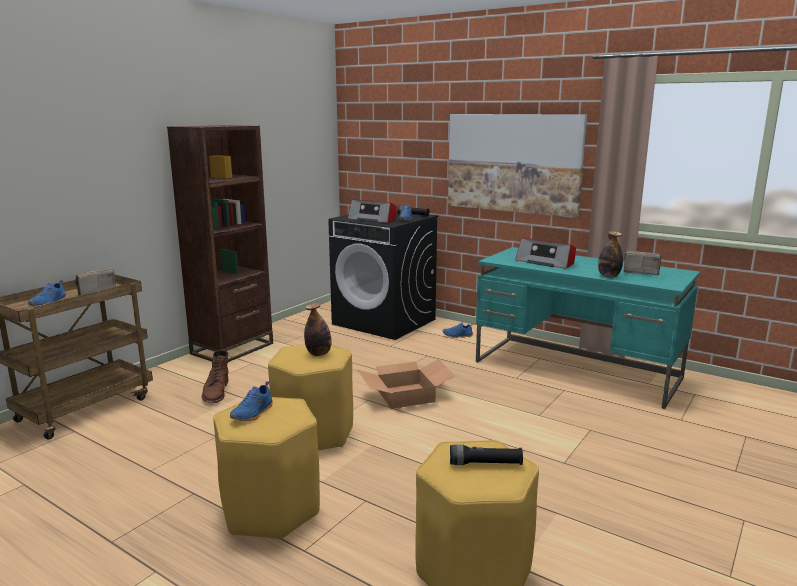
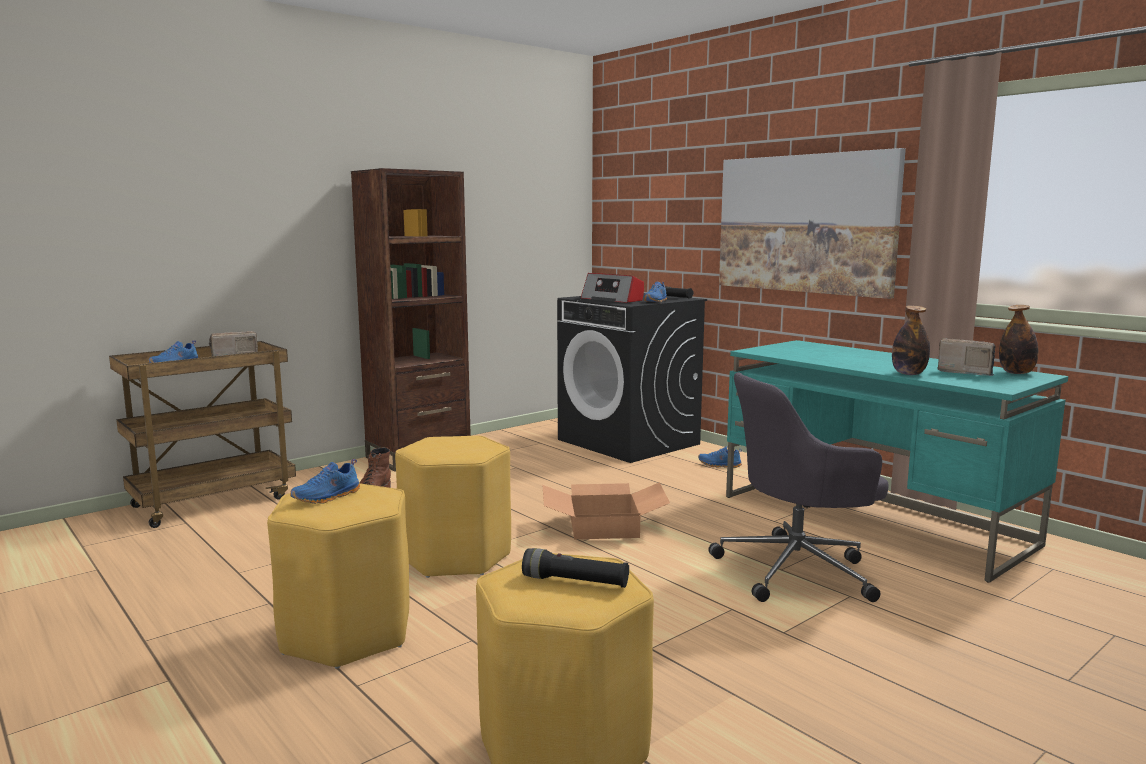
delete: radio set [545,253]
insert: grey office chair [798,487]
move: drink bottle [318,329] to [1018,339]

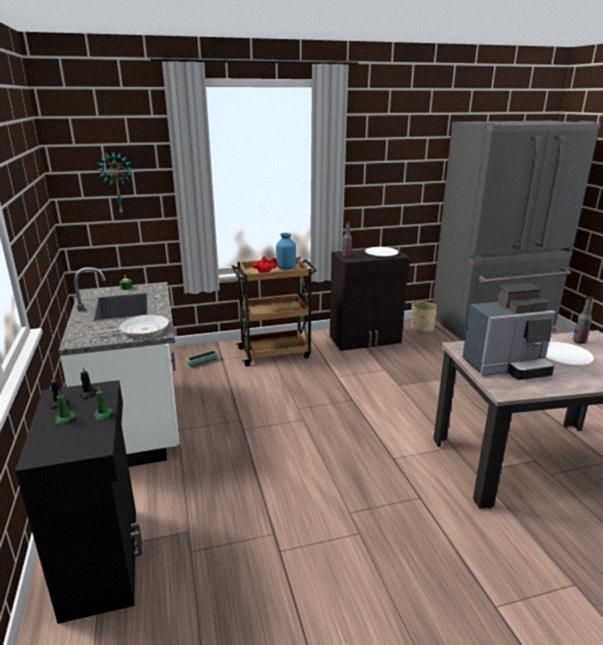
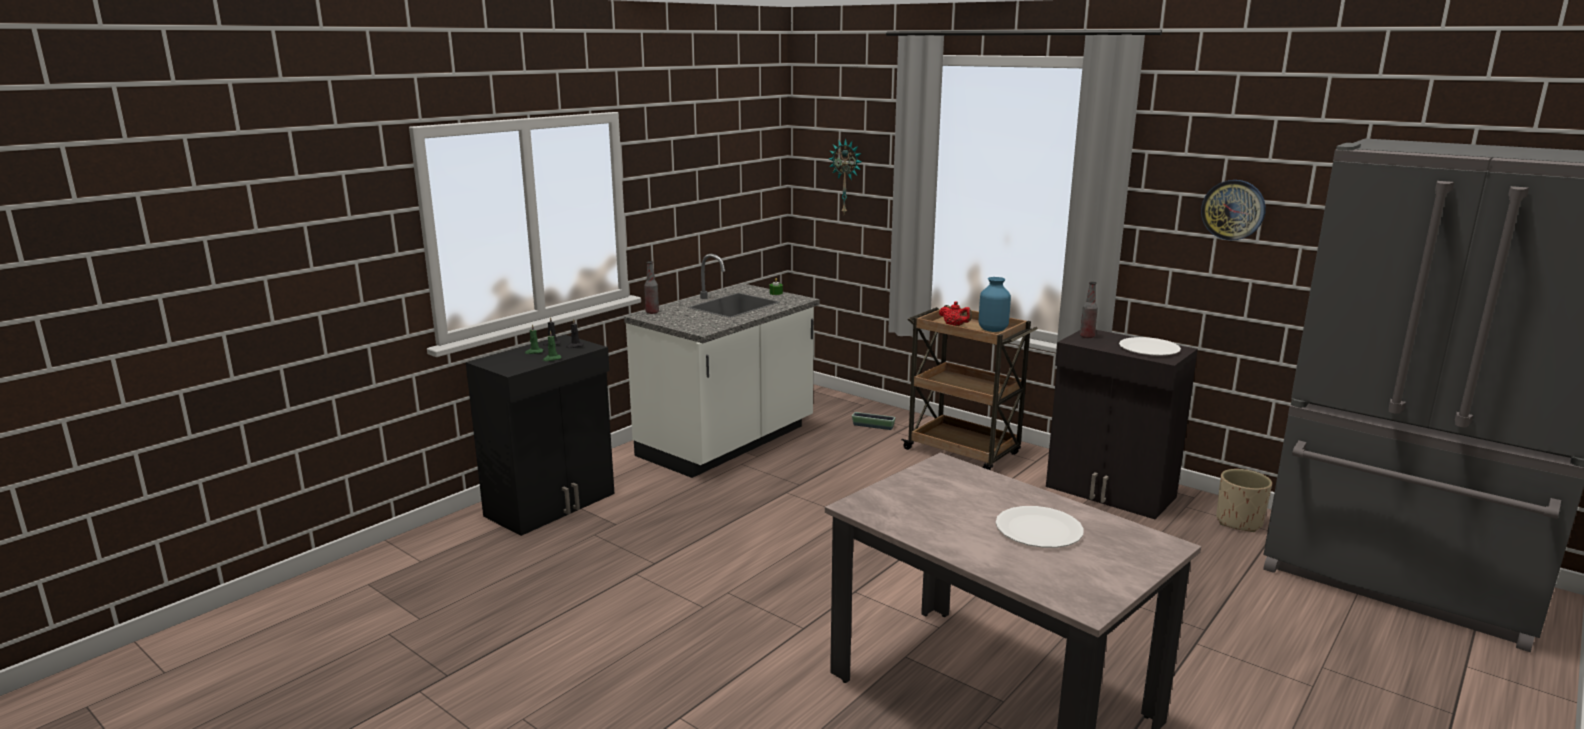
delete: frying pan [130,326]; coffee maker [508,331]
insert: clock on the wall [1233,210]
move: drink bottle [583,320] to [651,287]

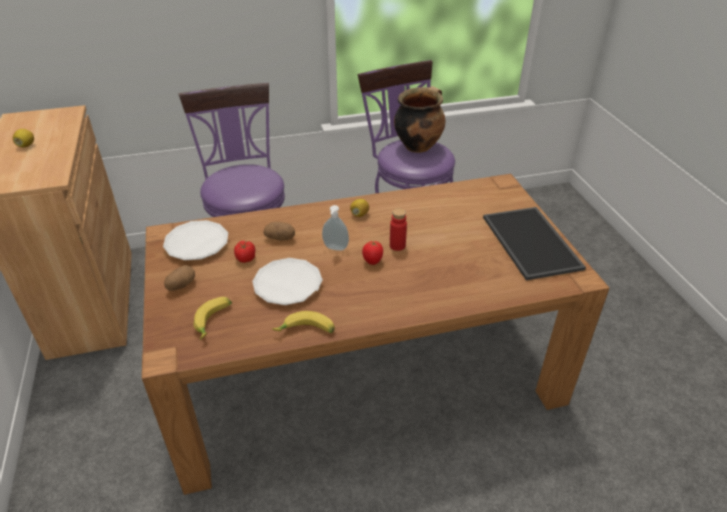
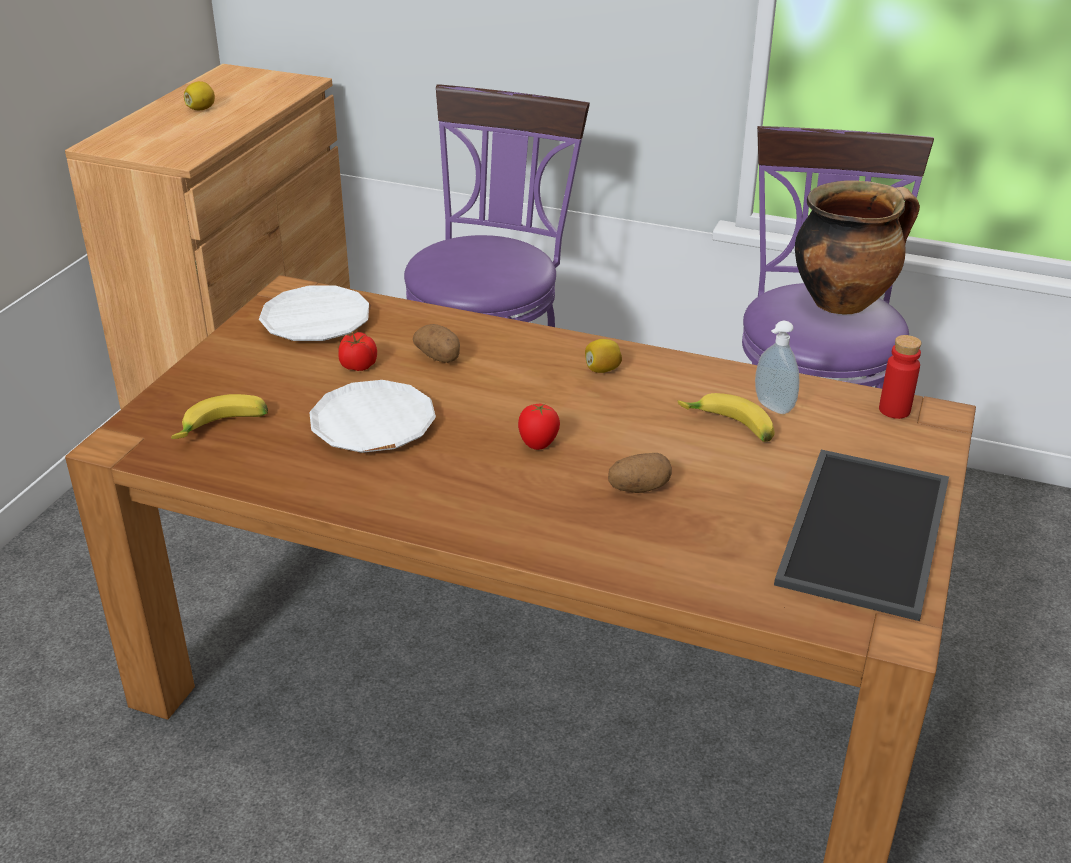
move: potato [179,278] to [640,473]; whole banana [303,322] to [726,417]; soap dispenser [335,228] to [777,367]; reddish drink bottle [398,229] to [900,377]

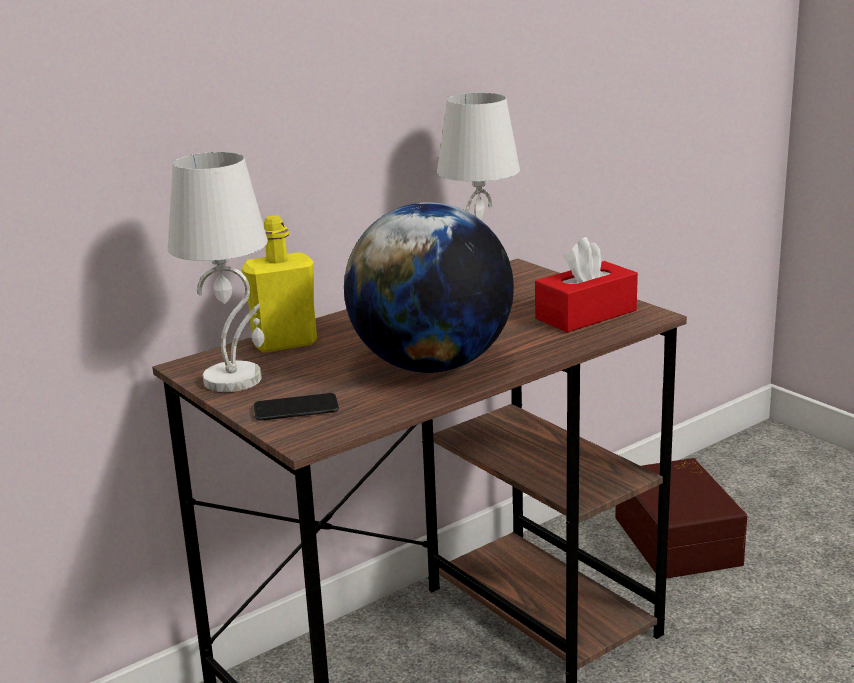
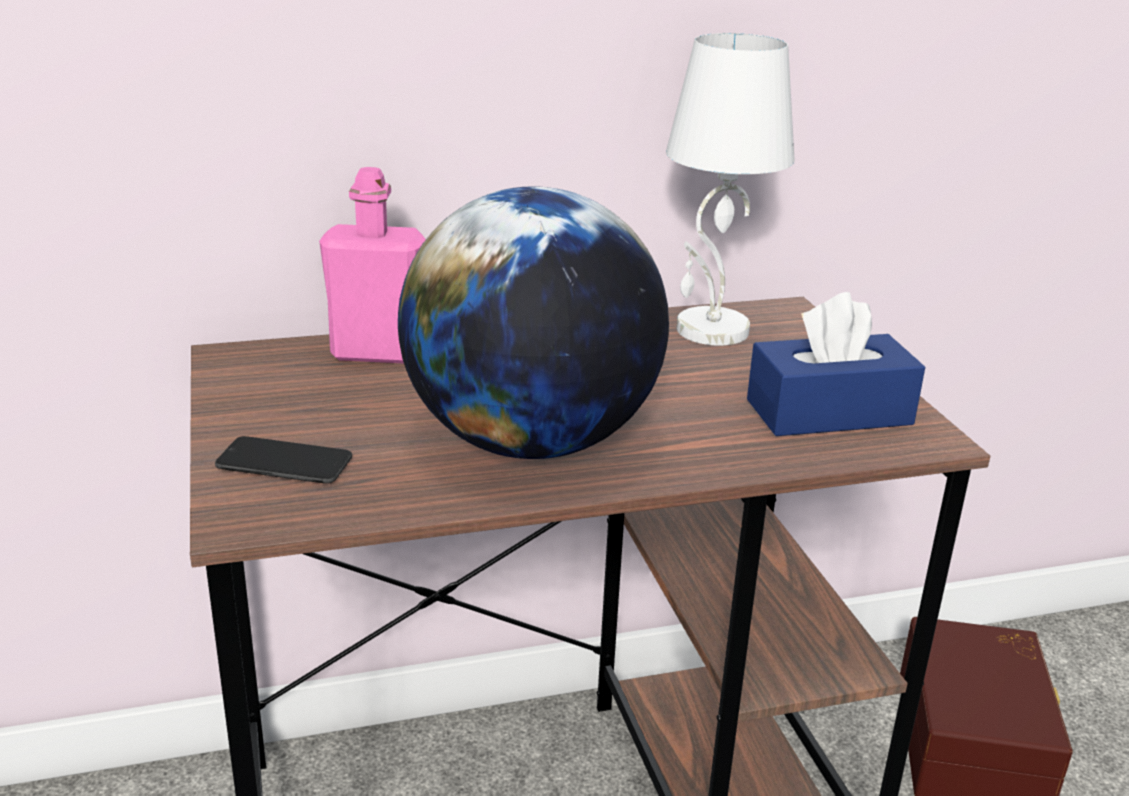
delete: white lamp for a table [218,272]
recolor: yellowish drink bottle [279,284] to pink-coloured drink bottle [372,265]; reddish box of tissues [586,284] to bluish box of tissues [836,364]

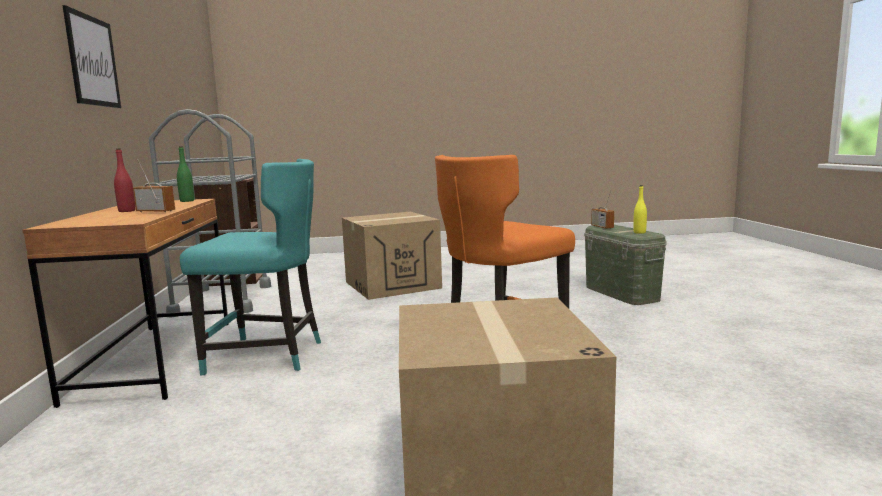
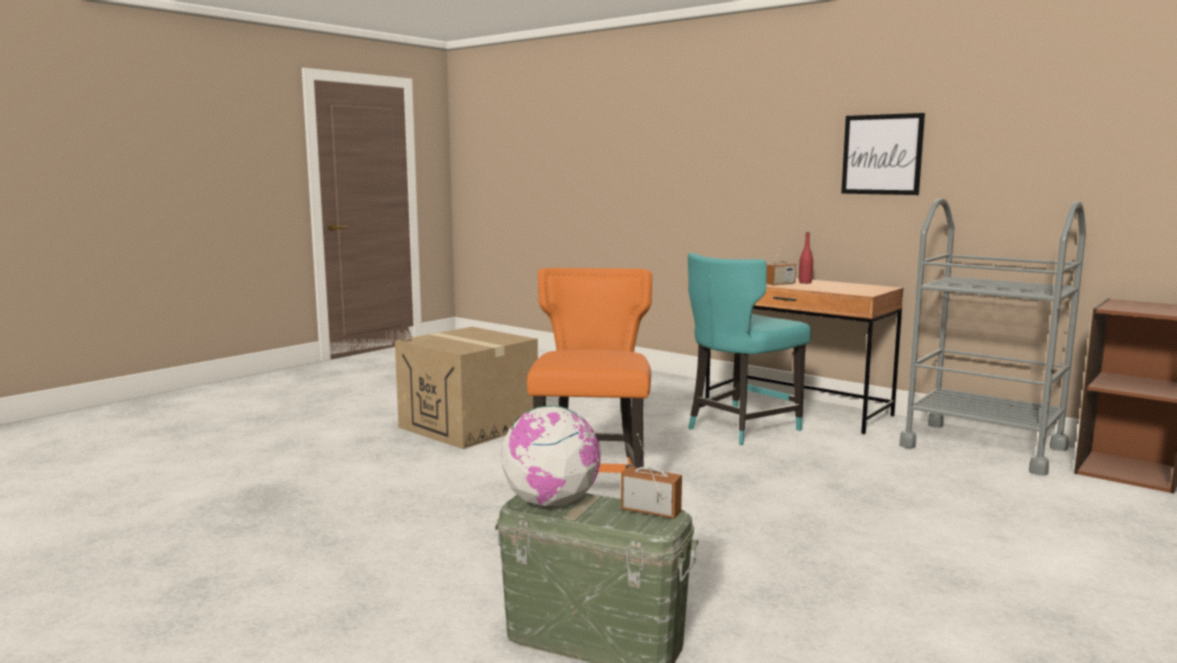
delete: green drink bottle [185,174]; carton [392,256]
replace: yellowish drink bottle [640,209] to world globe [551,456]

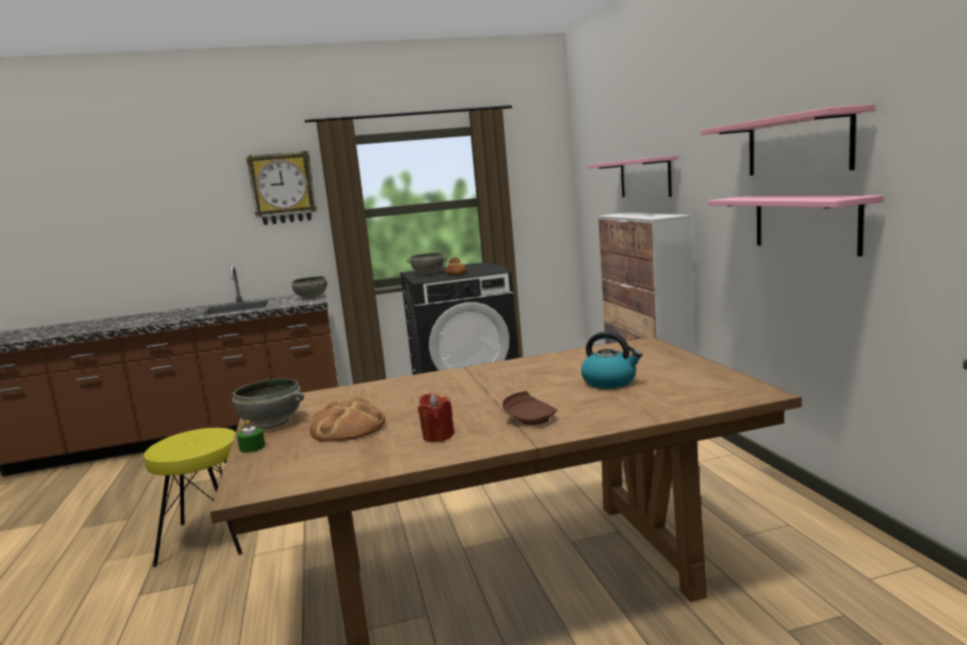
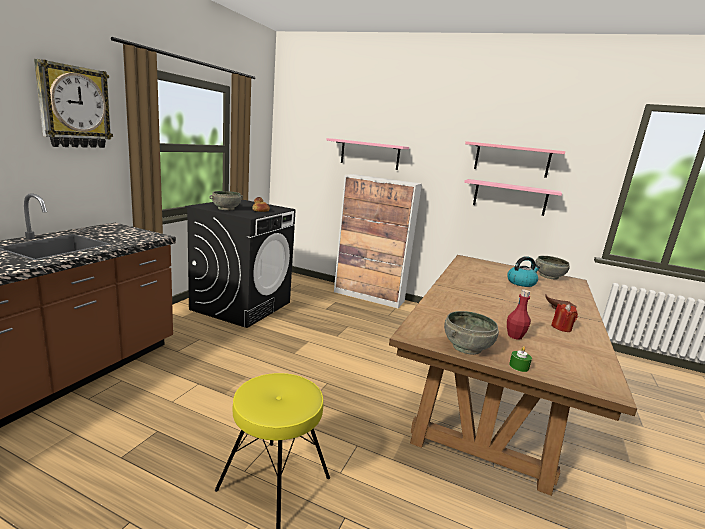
move: grey deep dish [309,288] to [552,267]
replace: bread [347,419] to reddish drink bottle [519,315]

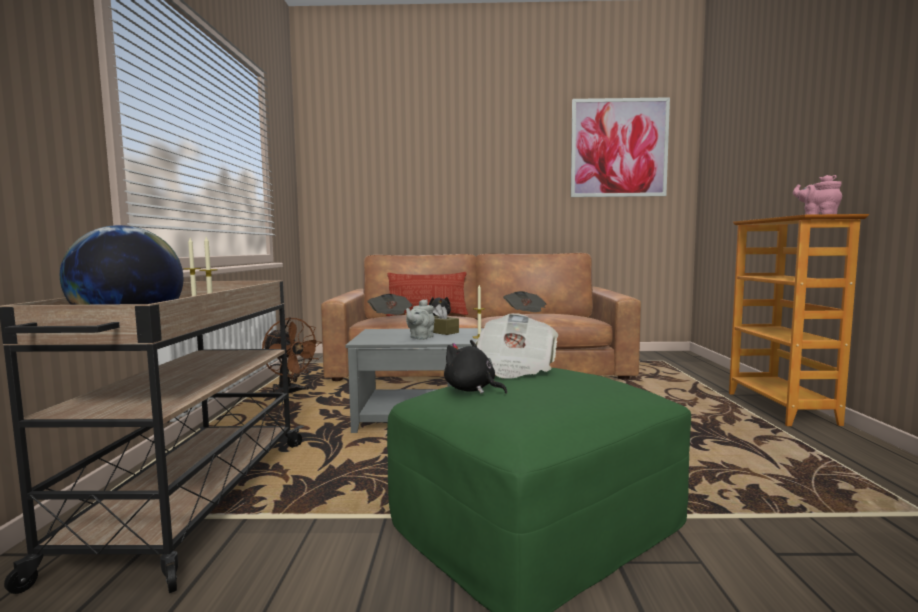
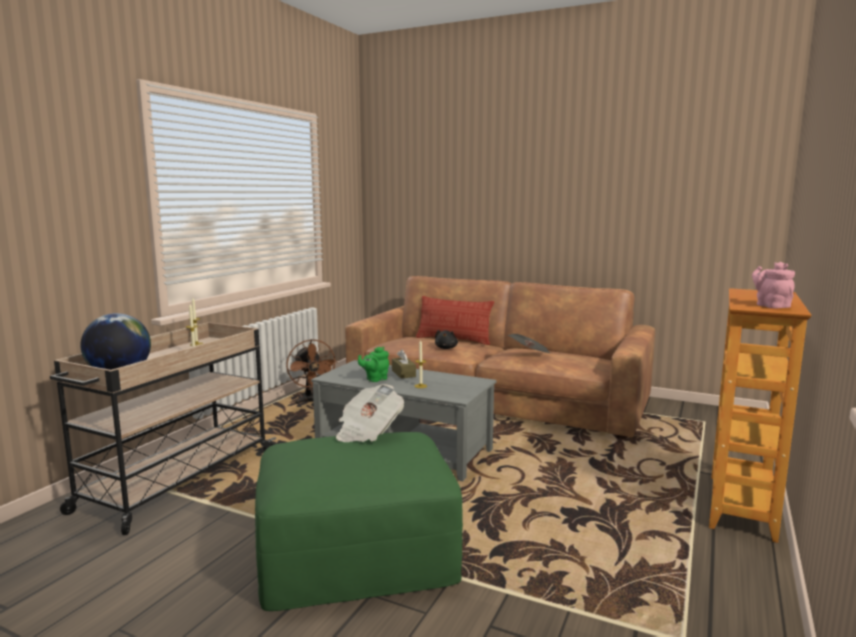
delete: printed paper [389,304]; black soft toy [475,367]; picture [620,147]
recolor: grey pot for tea [420,319] to green pot for tea [373,364]

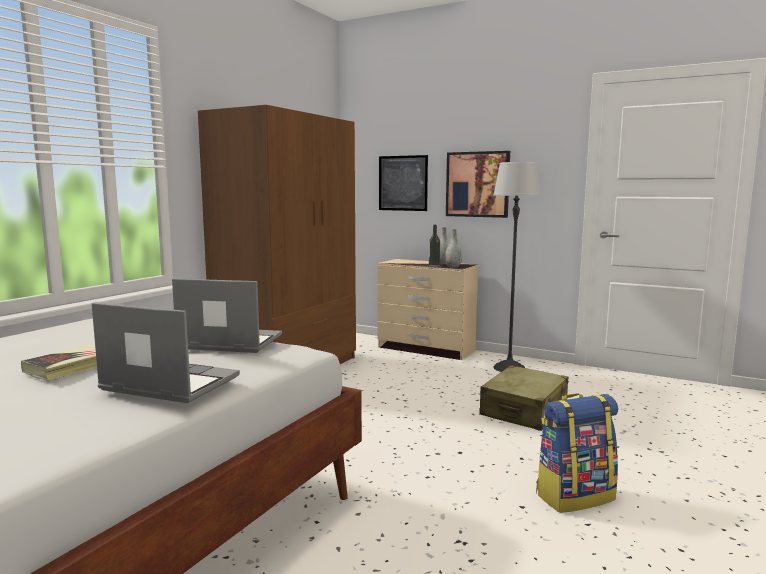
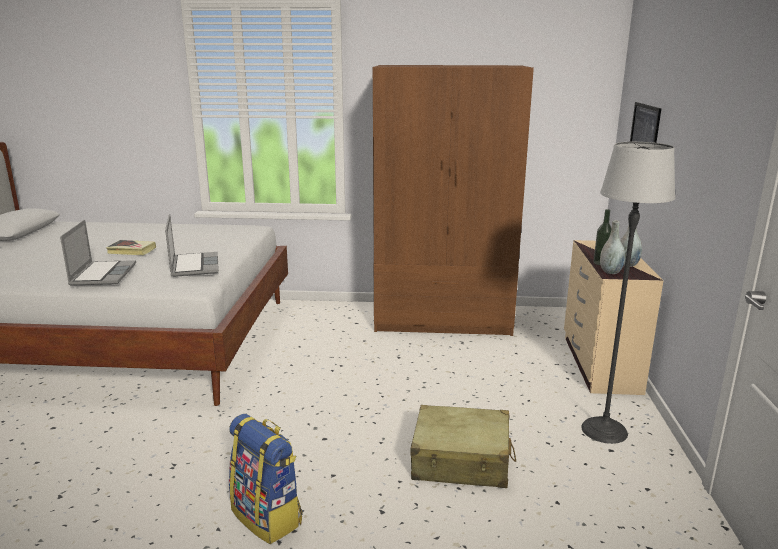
delete: picture [478,184]

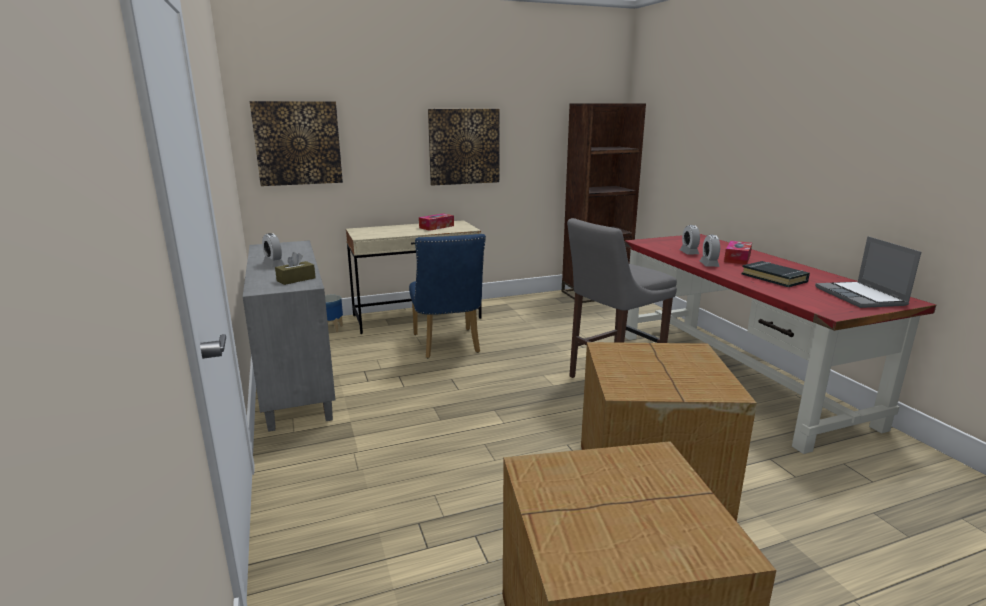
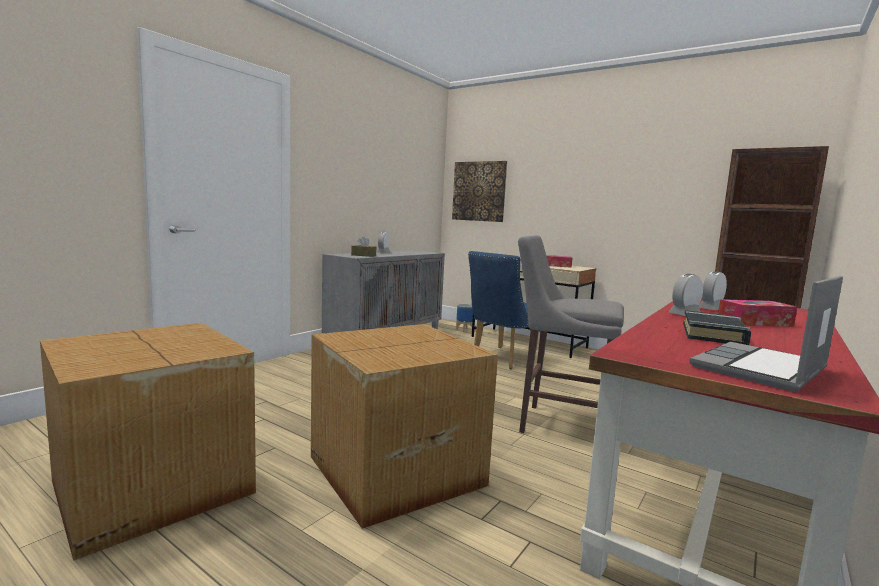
delete: picture [464,147]

